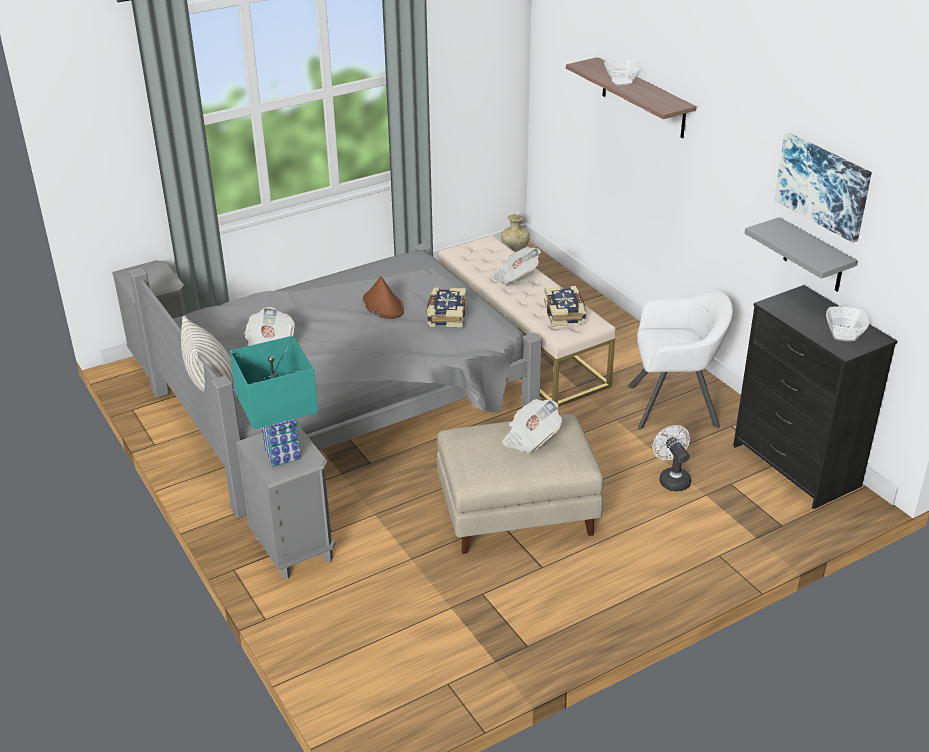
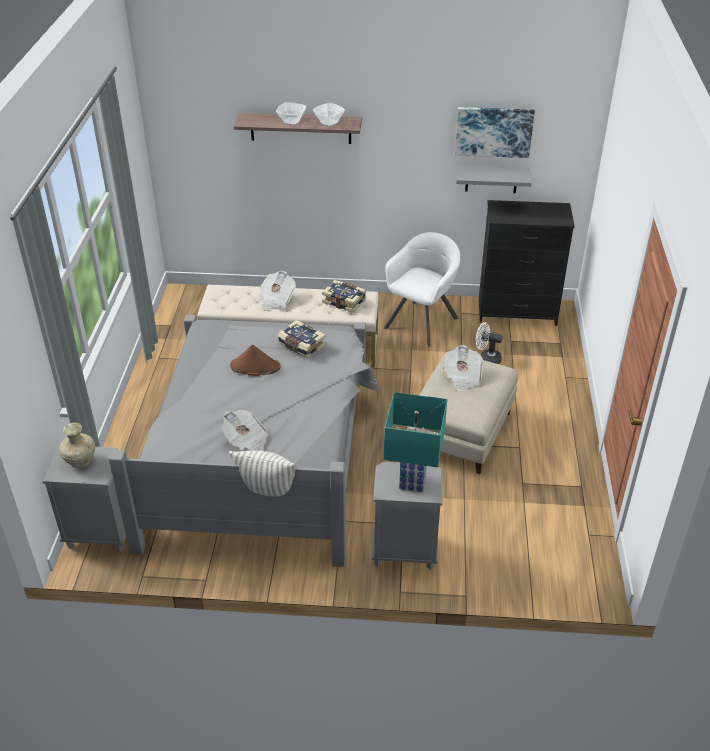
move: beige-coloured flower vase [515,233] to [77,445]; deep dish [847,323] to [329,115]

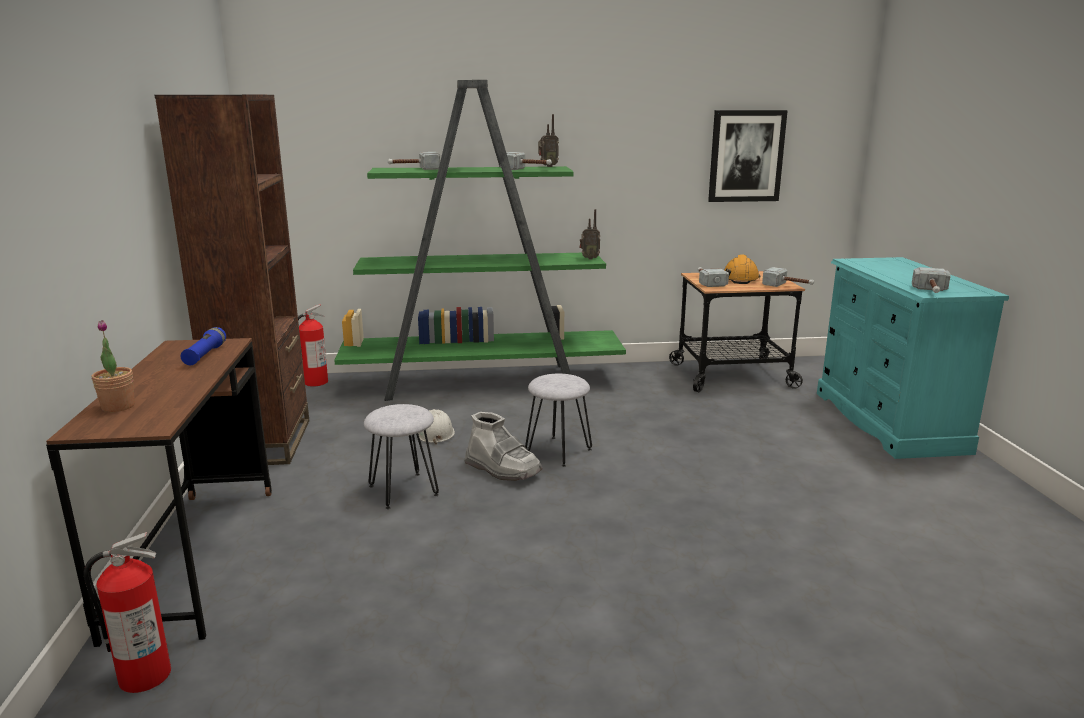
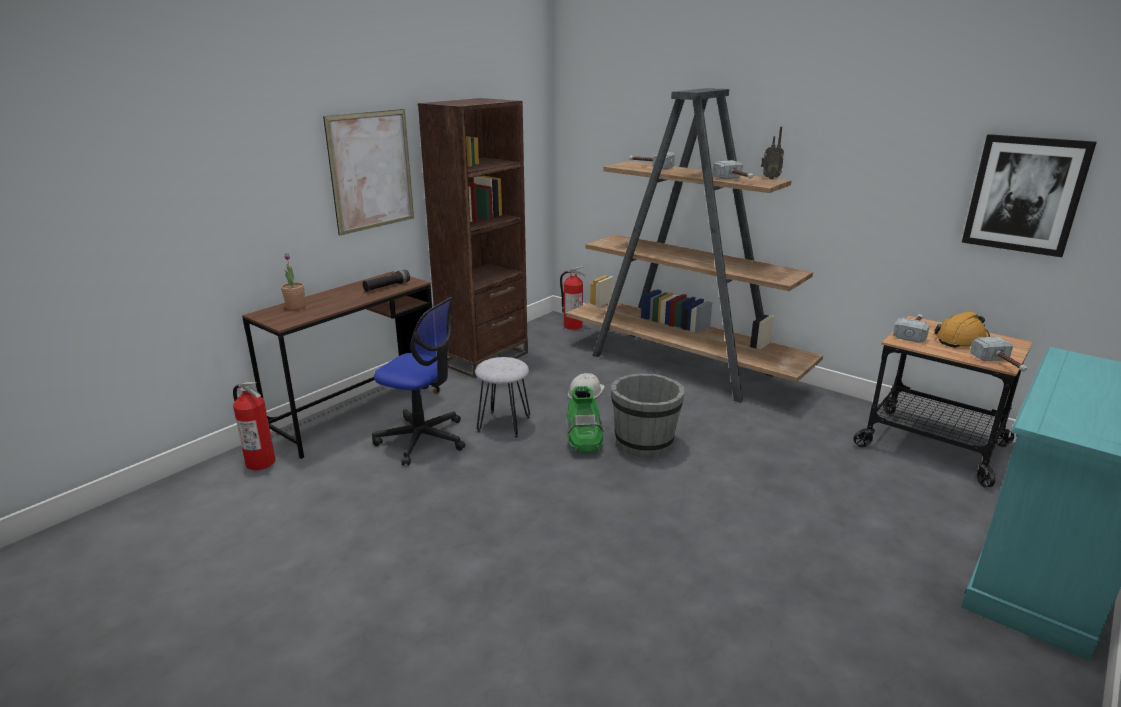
delete: radio set [590,234]; hand hammer [931,280]
insert: picture [368,172]; office chair [418,381]
replace: grey stool seat [558,420] to grey water bucket [648,416]
recolor: bluish flashlight [203,346] to black flashlight [386,281]; green bookcase [480,240] to brownish bookcase [694,245]; grey tall boot [504,446] to green tall boot [585,419]

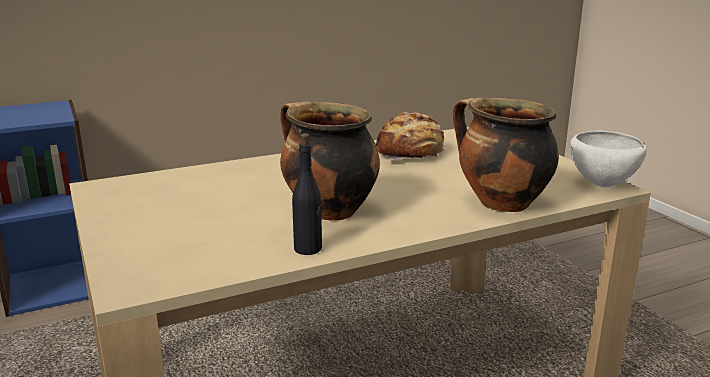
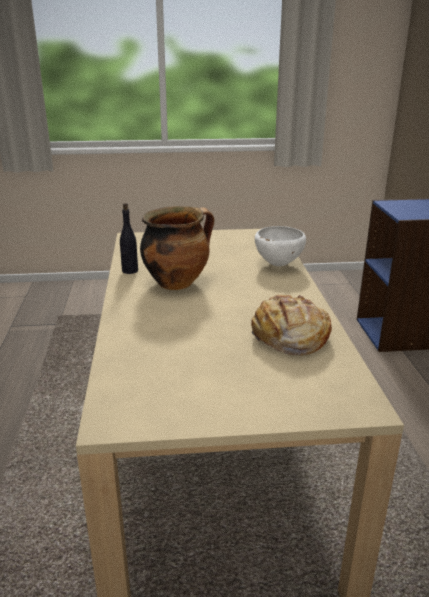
delete: stockpot [506,154]
move: white deep dish [608,159] to [280,246]

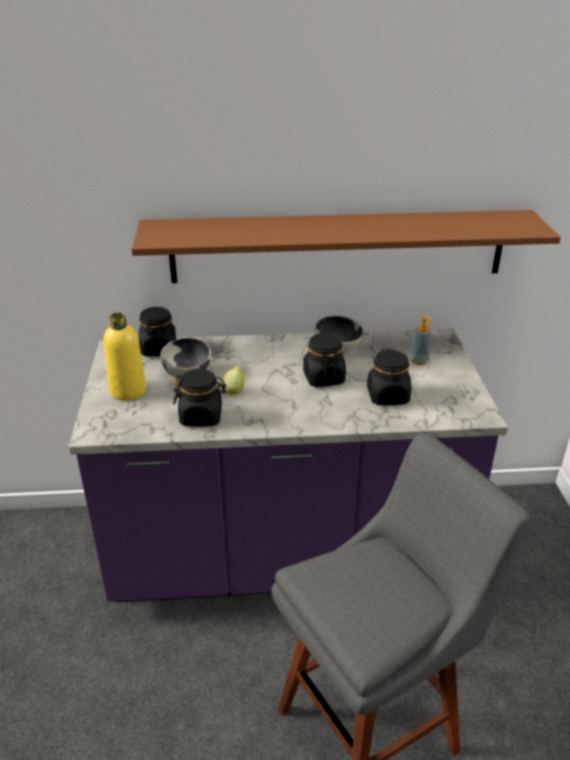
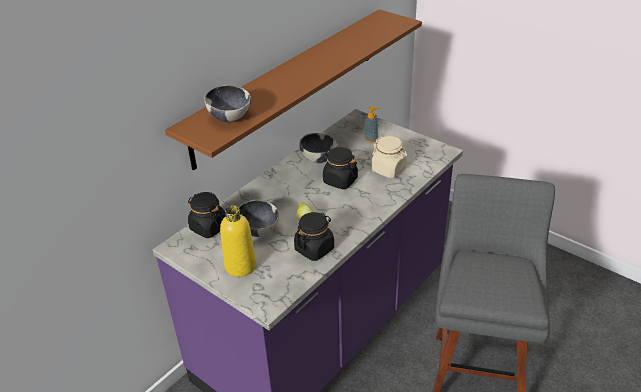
insert: deep dish [227,104]
recolor: black jar [389,377] to beige-coloured jar [389,157]

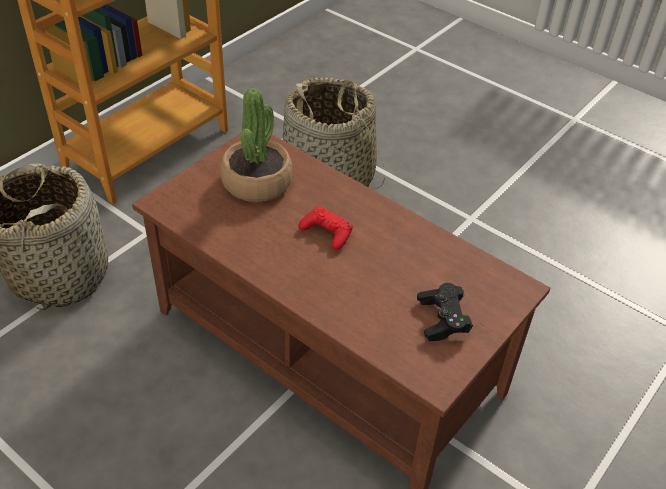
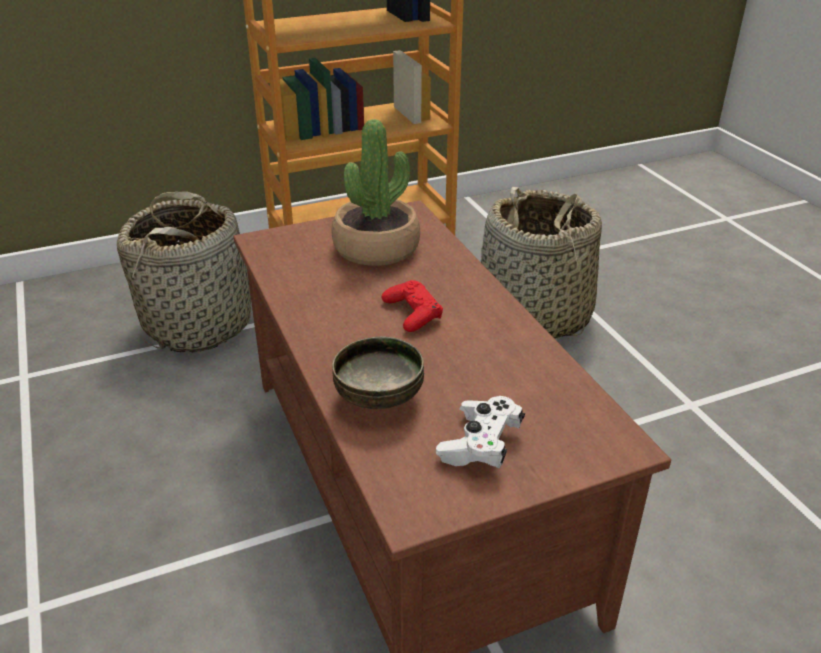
insert: deep dish [378,372]
recolor: black game controller [445,312] to white game controller [480,432]

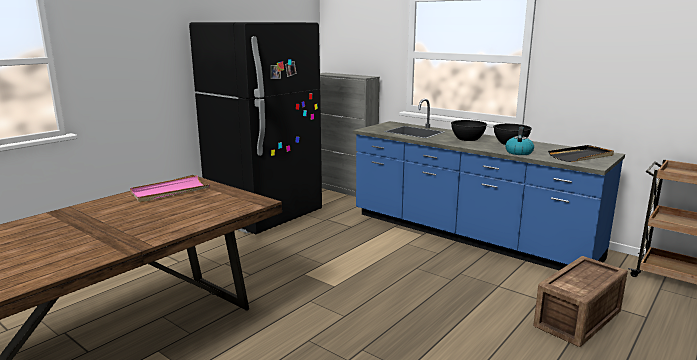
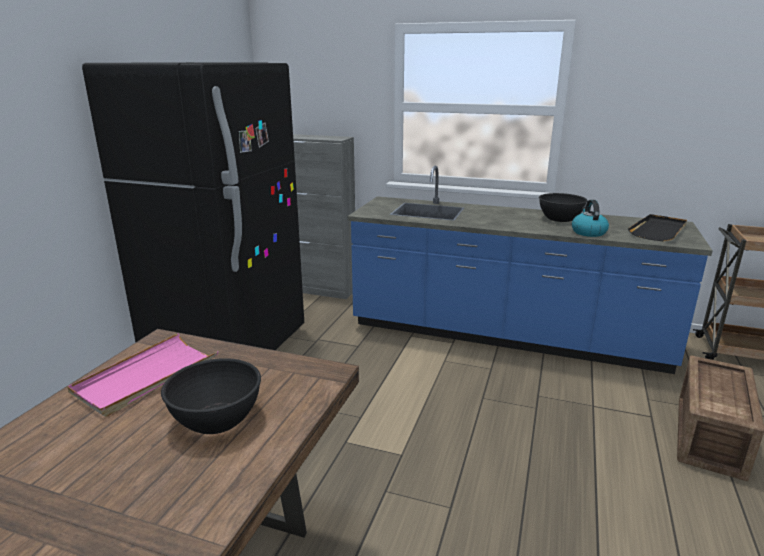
move: black deep dish [469,130] to [211,396]

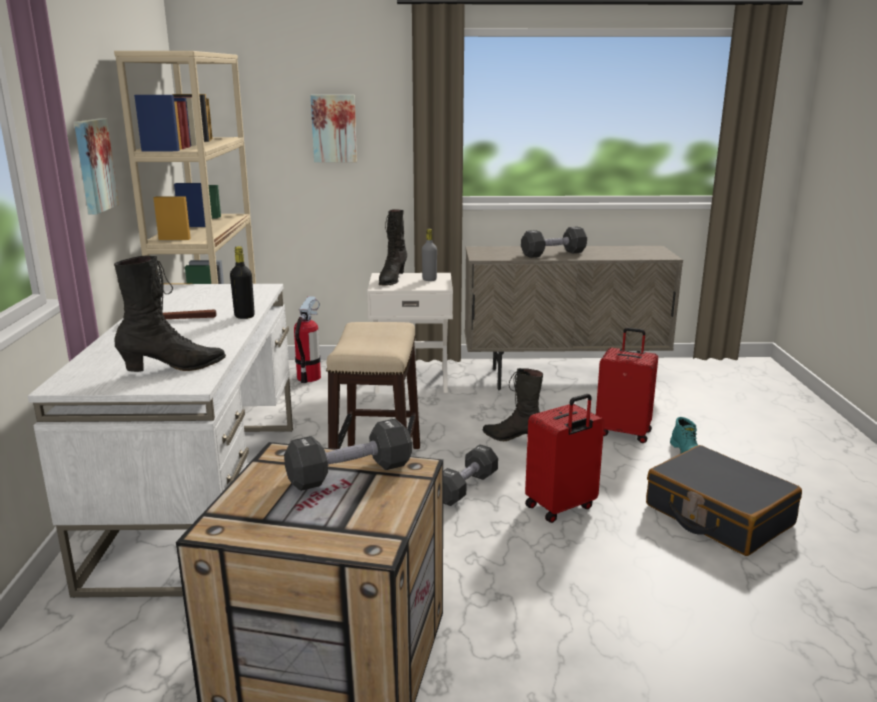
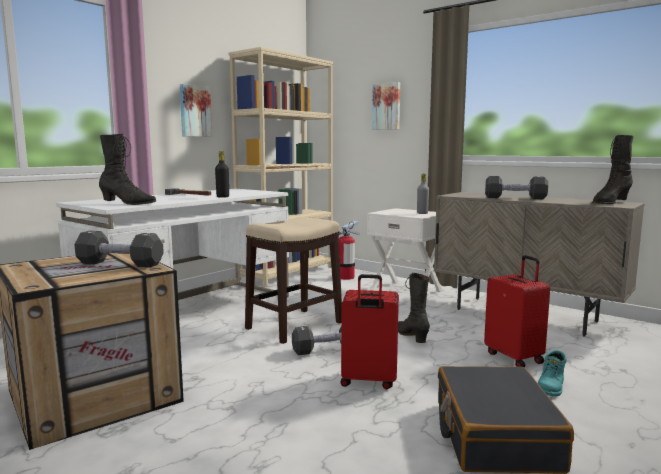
move: black tall boot [393,247] to [612,169]

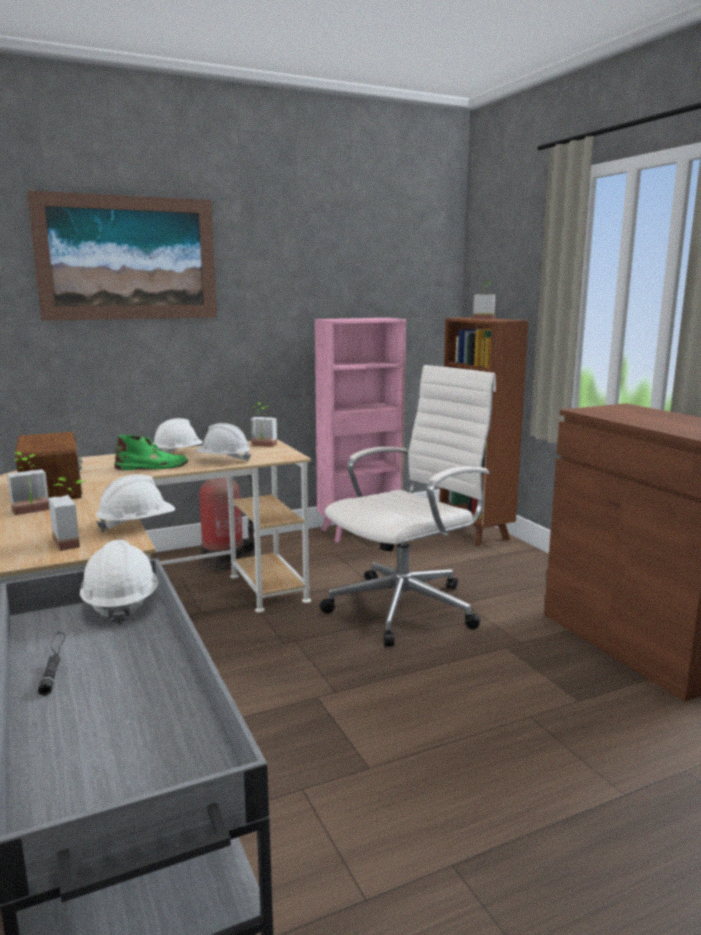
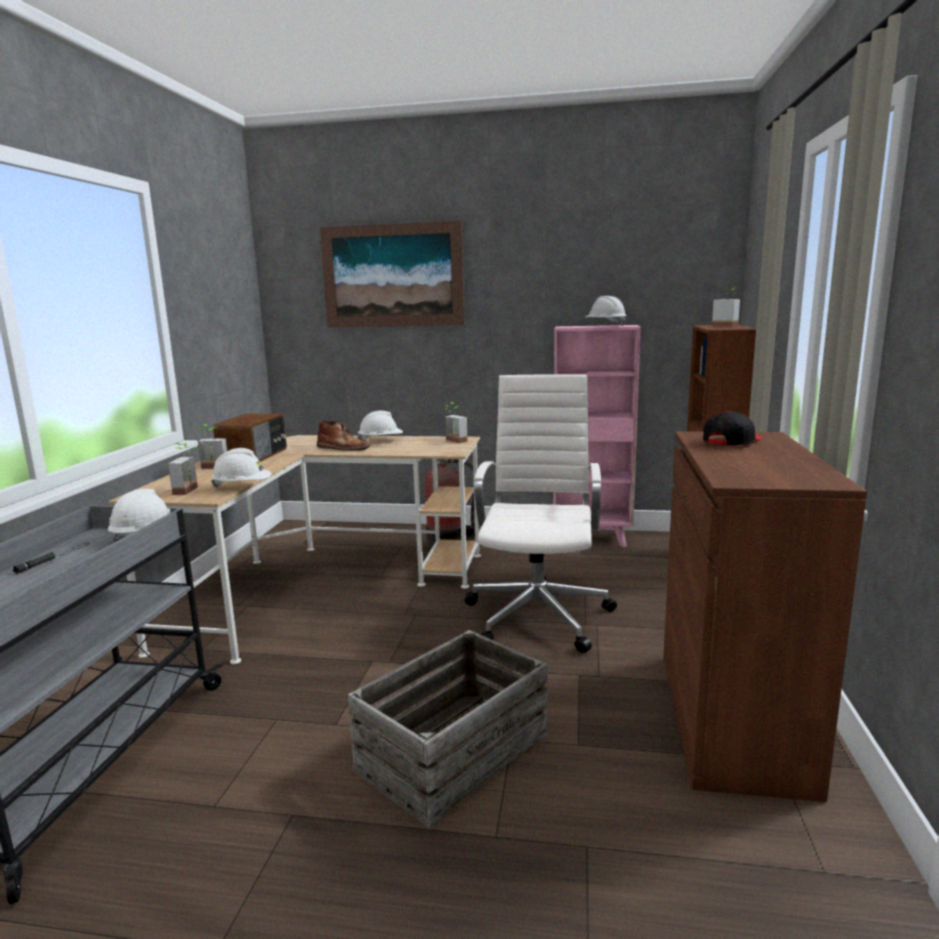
insert: shipping crate [448,729]; black baseball cap [732,428]
move: white safety helmet [223,442] to [605,311]
recolor: green tall boot [151,452] to brownish tall boot [343,435]
rotate: white office chair [408,506] = [540,513] 75 degrees counterclockwise

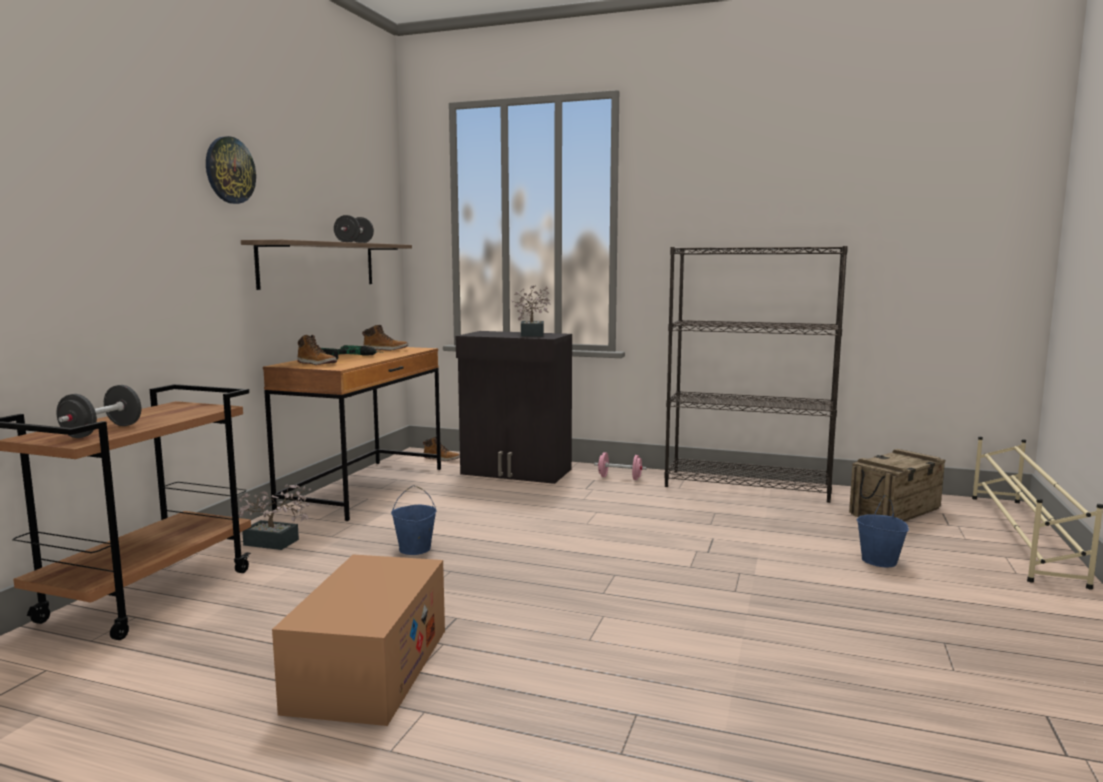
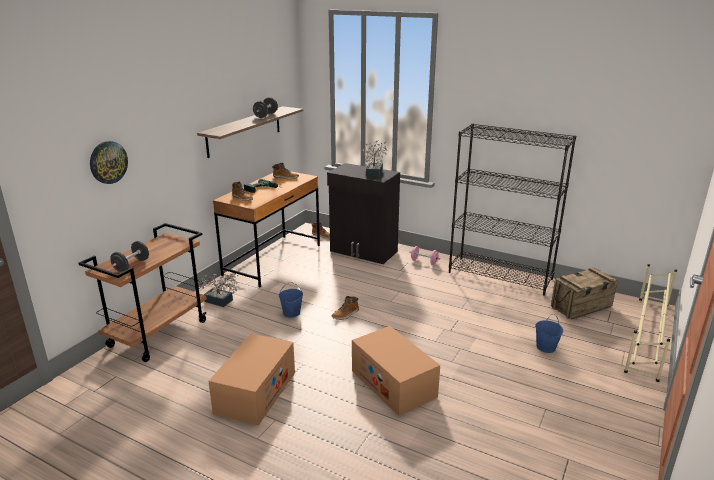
insert: tall boot [345,308]; carton [396,371]
move: clock on the wall [231,170] to [109,162]

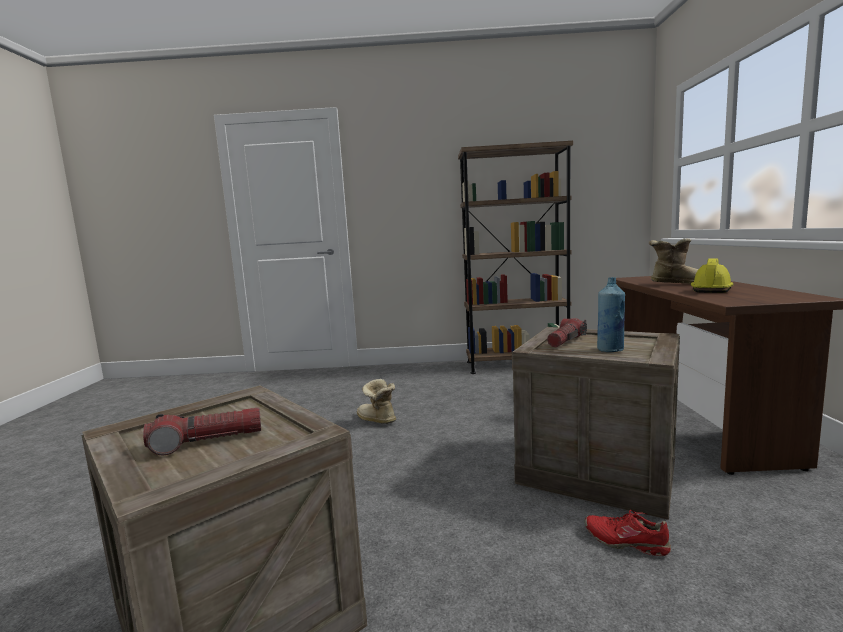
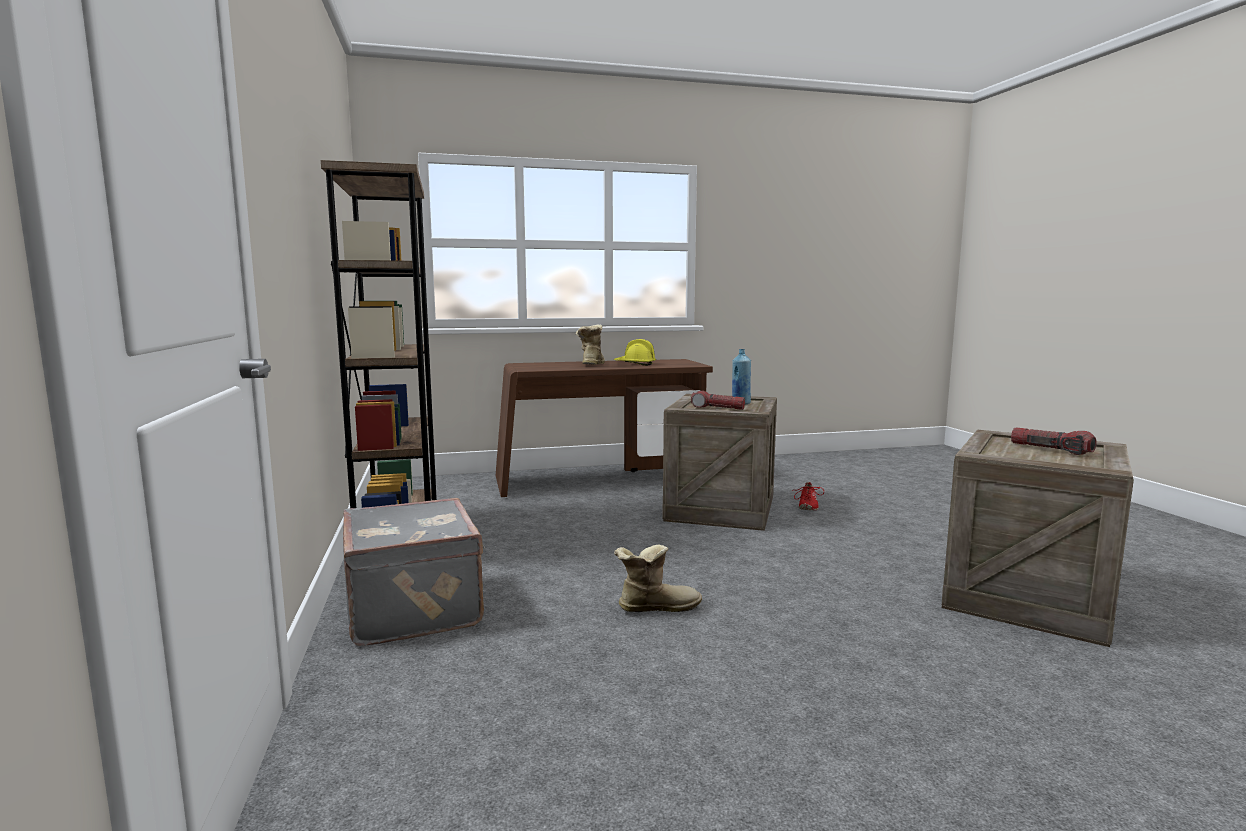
insert: grey suitcase [414,572]
rotate: tall boot [376,401] = [658,578] 135 degrees counterclockwise

